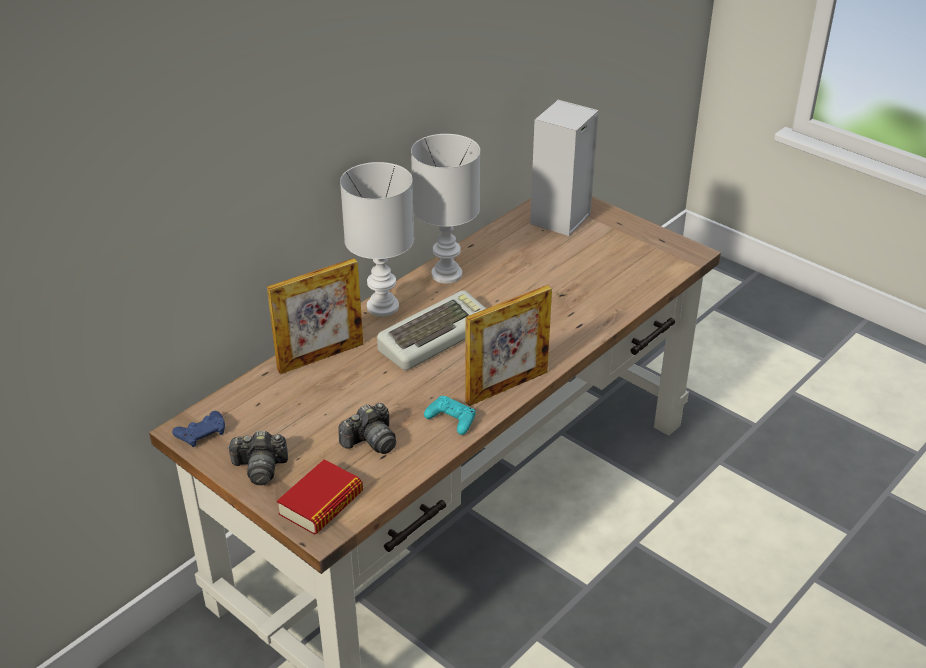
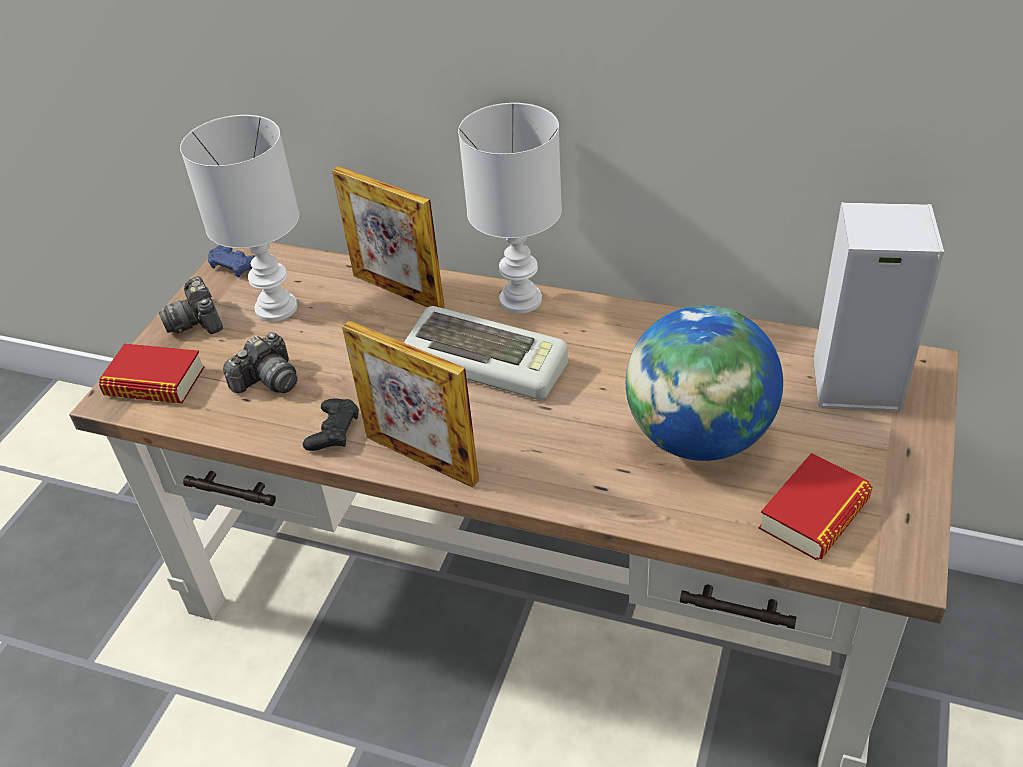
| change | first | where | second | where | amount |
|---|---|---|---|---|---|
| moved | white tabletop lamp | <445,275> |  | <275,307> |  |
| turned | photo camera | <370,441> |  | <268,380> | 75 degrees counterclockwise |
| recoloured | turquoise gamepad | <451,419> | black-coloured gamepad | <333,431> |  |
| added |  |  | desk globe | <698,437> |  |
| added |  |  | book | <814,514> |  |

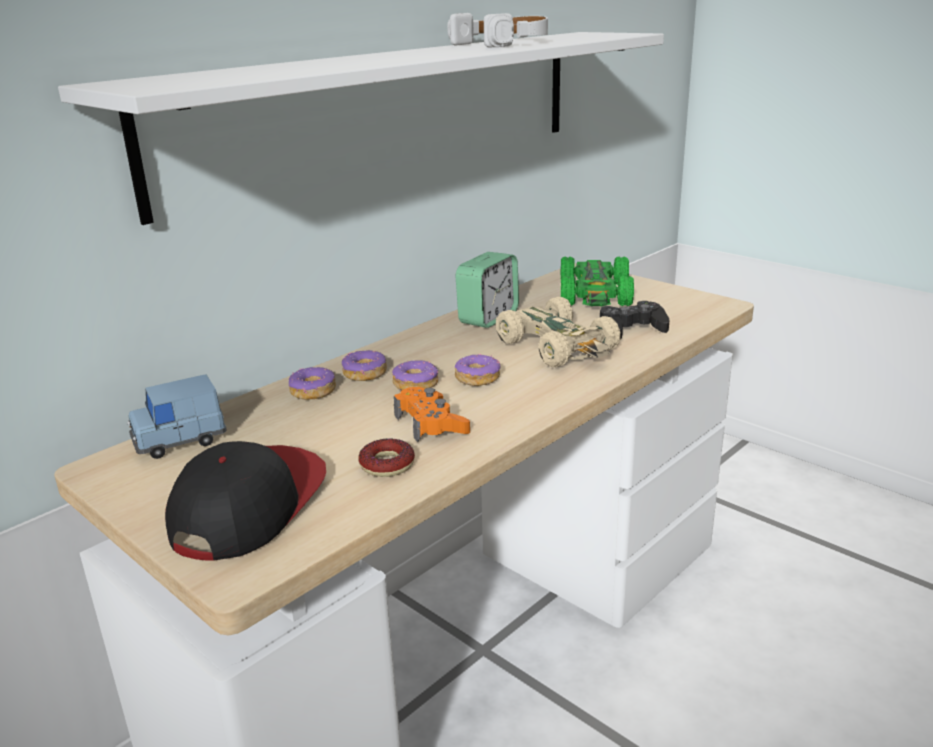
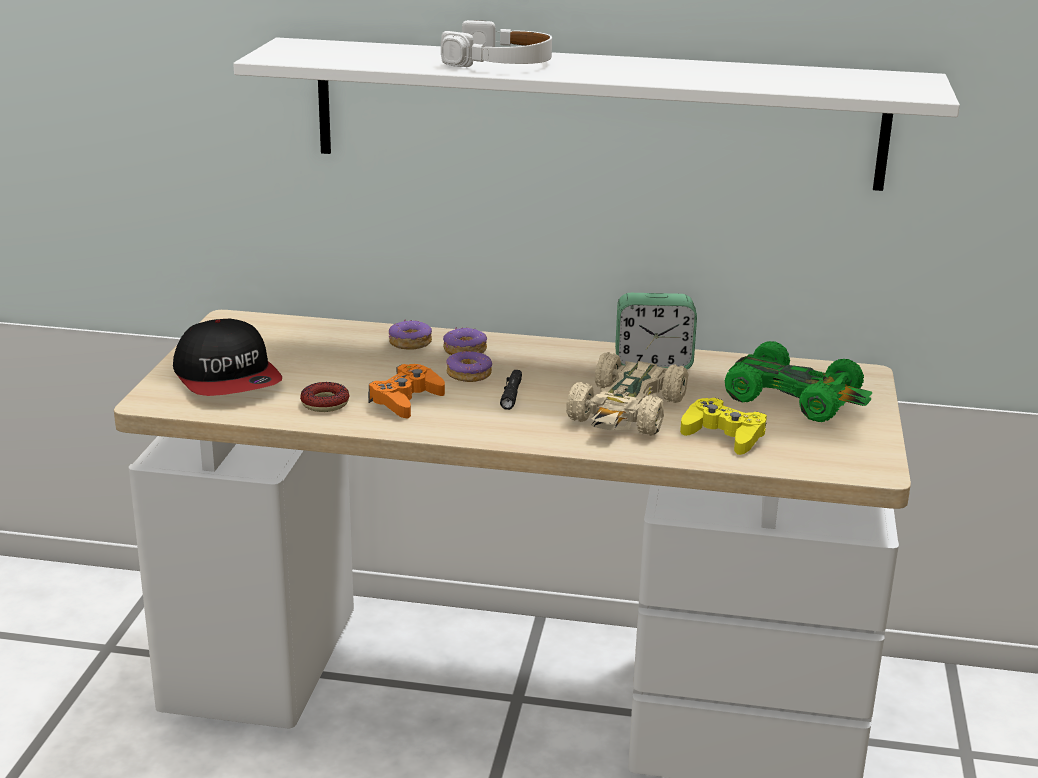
| change | first | where | second | where | amount |
|---|---|---|---|---|---|
| turned | peaked cap | <249,505> |  | <228,378> | 75 degrees clockwise |
| moved | white headphones | <503,43> |  | <500,62> |  |
| replaced | ring doughnut | <477,378> | black-coloured flashlight | <511,394> |  |
| recoloured | black-coloured gamepad | <631,328> | yellow gamepad | <724,435> |  |
| turned | green-coloured toy car | <595,295> |  | <795,397> | 120 degrees counterclockwise |
| removed | blue toy car | <180,440> |  |  |  |

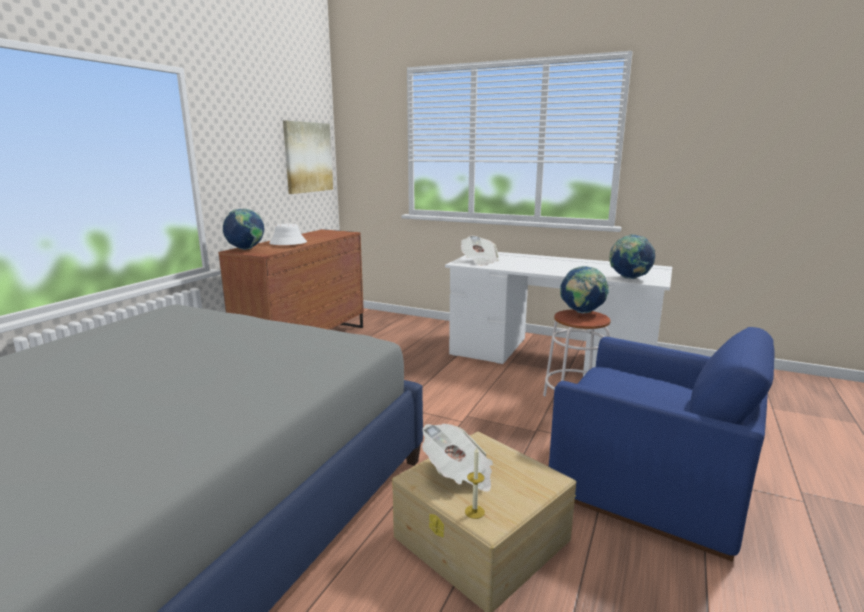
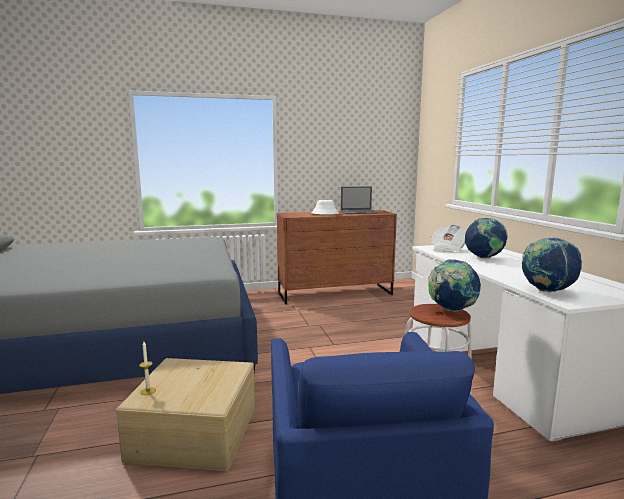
| change | first | where | second | where | amount |
|---|---|---|---|---|---|
| added |  |  | portable computer | <359,212> |  |
| moved | desk globe | <246,249> |  | <484,258> |  |
| removed | wall art | <308,157> |  |  |  |
| removed | newspaper | <459,474> |  |  |  |

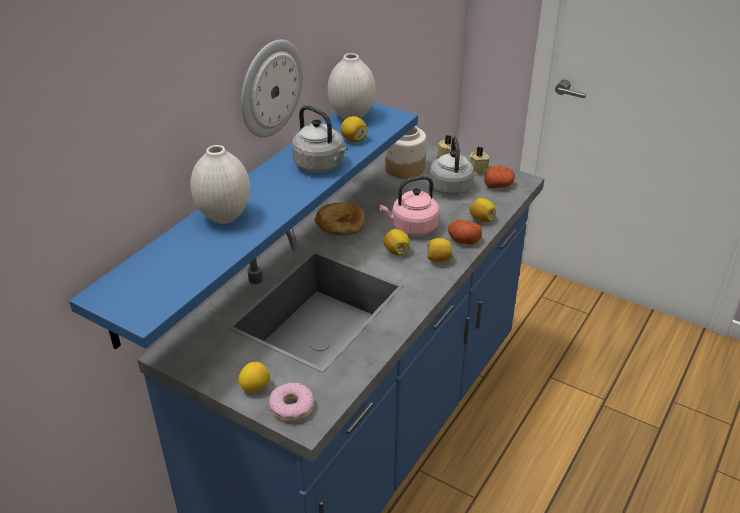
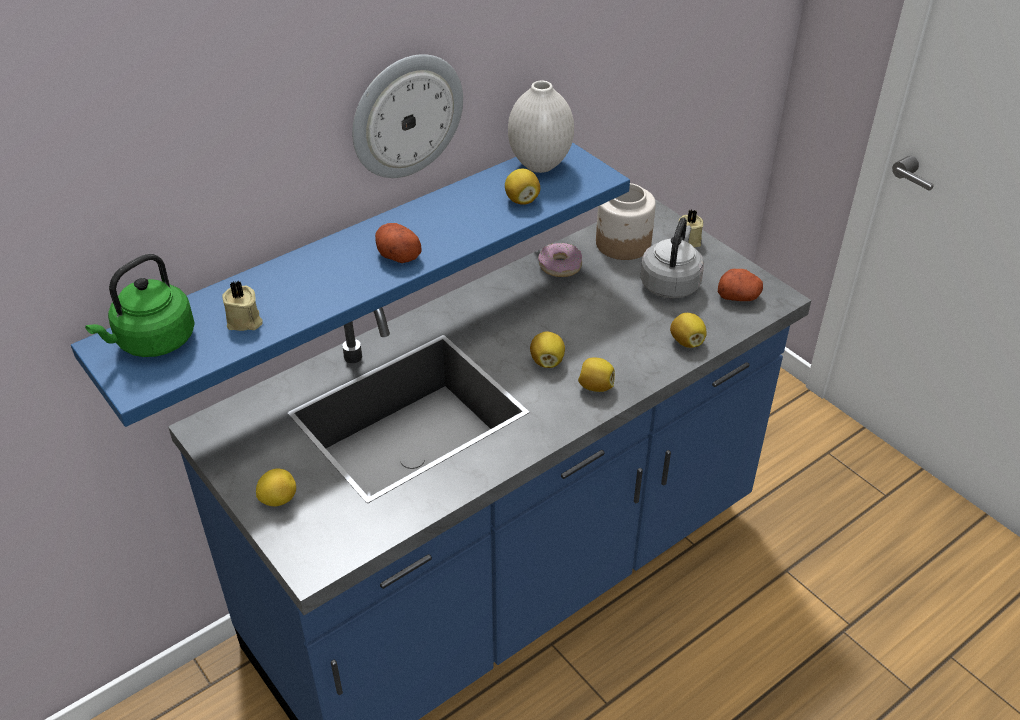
| change | first | where | second | where | amount |
|---|---|---|---|---|---|
| added |  |  | green-coloured water kettle | <153,342> |  |
| moved | beige-coloured wax light | <479,171> |  | <244,321> |  |
| moved | potato | <463,240> |  | <397,254> |  |
| moved | ring doughnut | <292,407> |  | <560,266> |  |
| removed | white flower vase | <225,217> |  |  |  |
| removed | greyish water kettle | <321,165> |  |  |  |
| removed | baked bread | <340,222> |  |  |  |
| removed | pink-coloured water kettle | <412,228> |  |  |  |

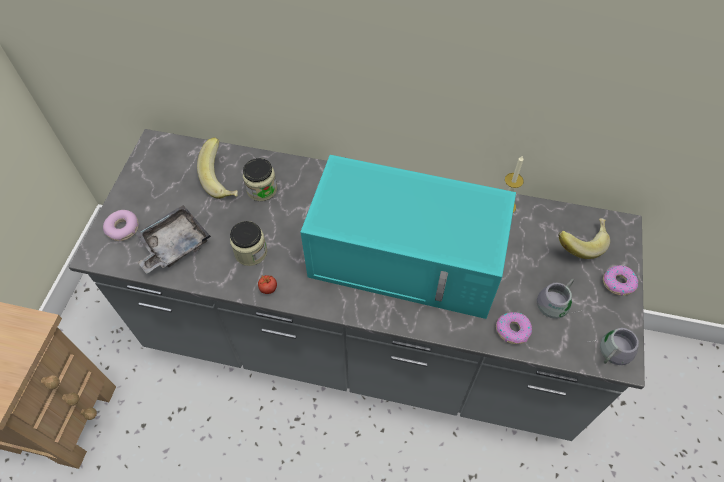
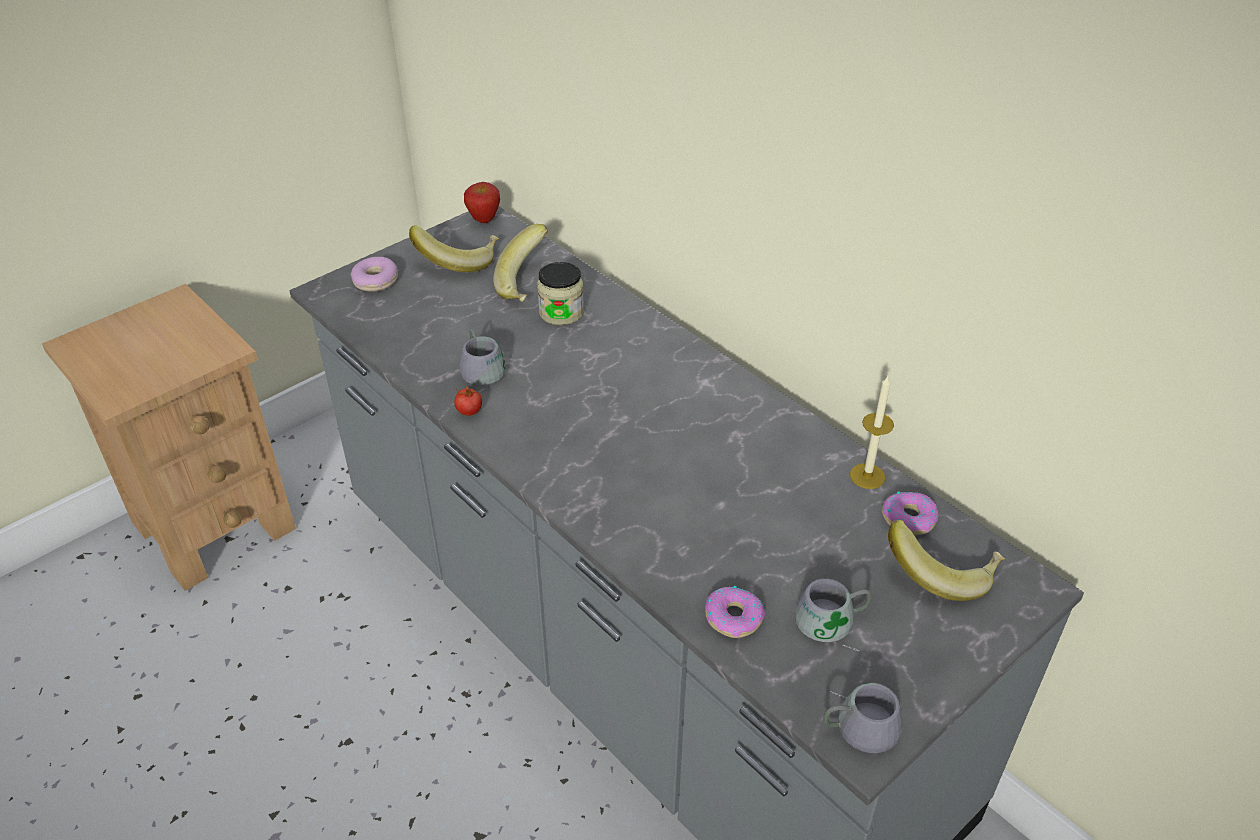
| change | first | where | second | where | amount |
|---|---|---|---|---|---|
| added |  |  | banana | <459,261> |  |
| replaced | jar | <251,252> | greyish coffee mug | <486,367> |  |
| added |  |  | apple fruit | <484,220> |  |
| moved | ring doughnut | <618,282> |  | <908,518> |  |
| removed | greyish tray | <174,245> |  |  |  |
| removed | turquoise microwave | <408,258> |  |  |  |

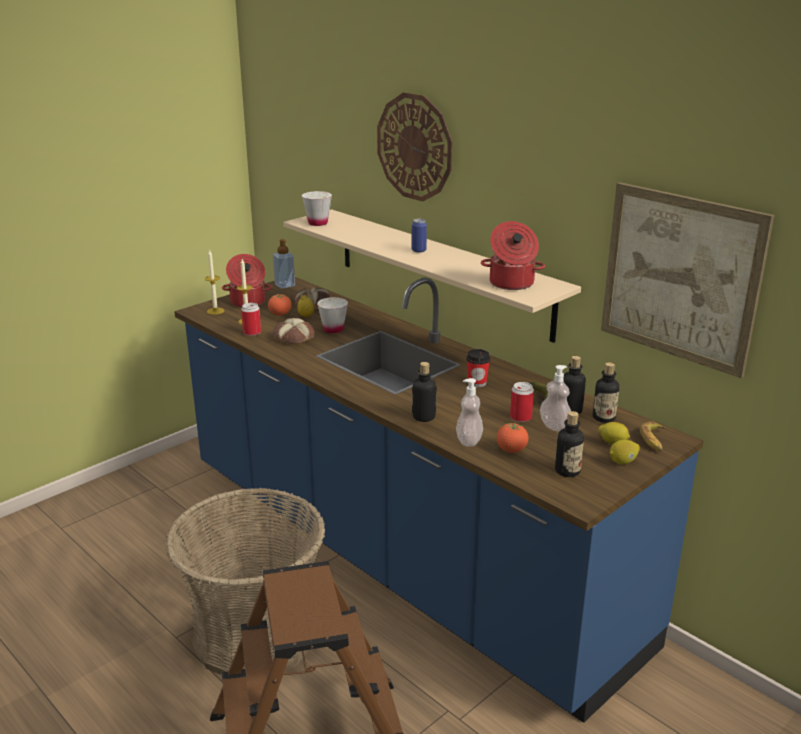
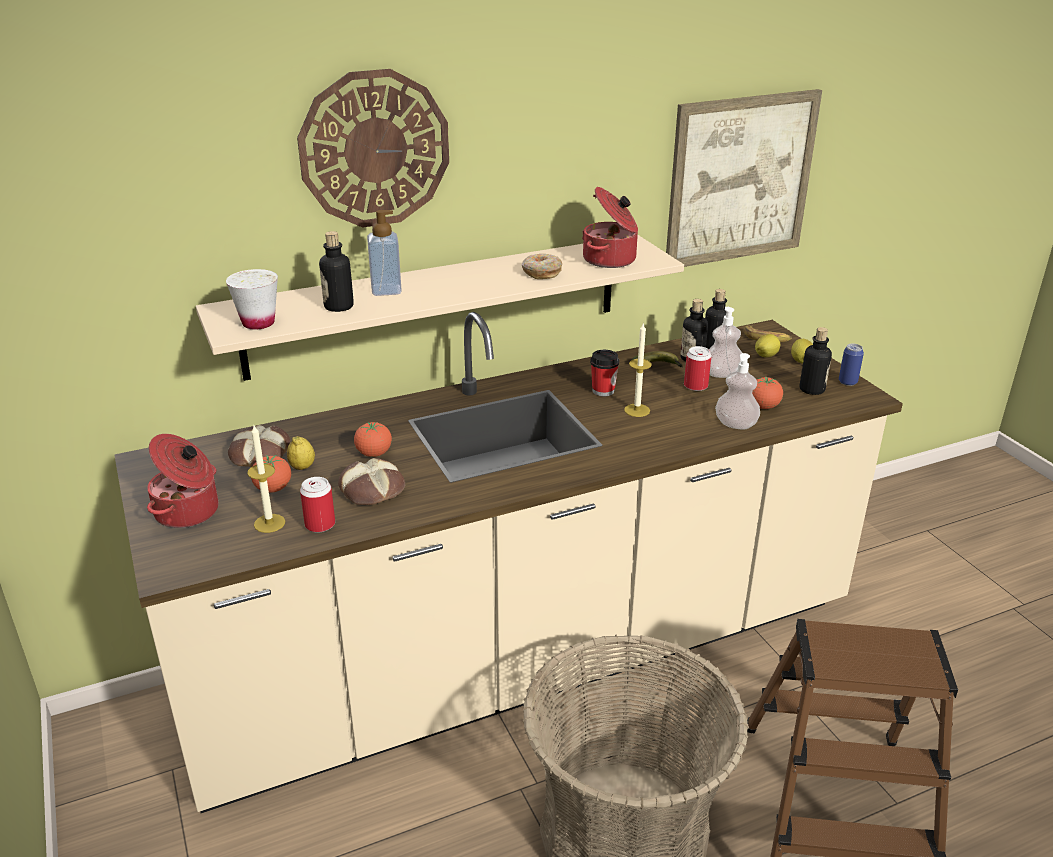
| change | first | where | second | where | amount |
|---|---|---|---|---|---|
| recoloured | blue kitchen base unit | <400,553> | beige-coloured kitchen base unit | <525,657> |  |
| moved | drink bottle | <424,417> |  | <339,306> |  |
| replaced | white cup | <333,330> | tomato | <374,454> |  |
| moved | soap dispenser | <285,285> |  | <386,290> |  |
| added |  |  | ring doughnut | <541,273> |  |
| moved | wax light | <215,311> |  | <637,410> |  |
| moved | metal can | <419,250> |  | <847,382> |  |

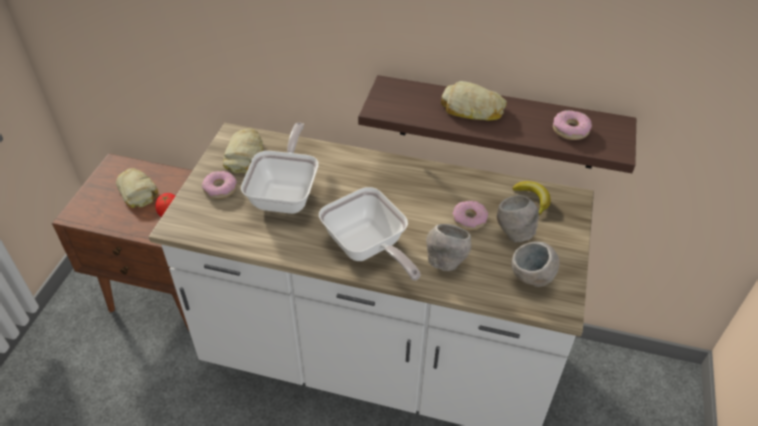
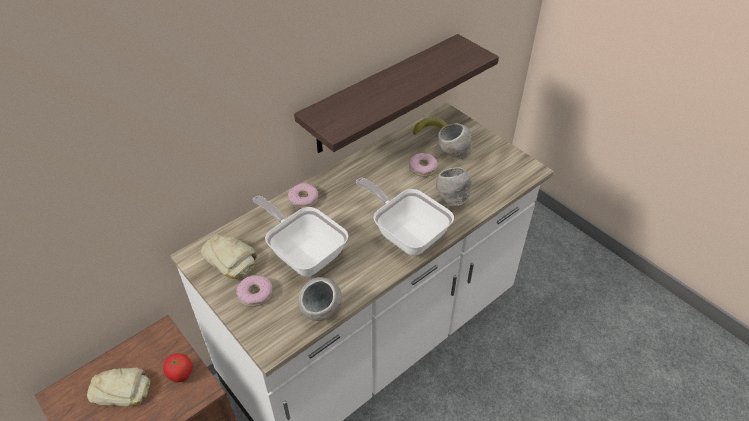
| change | first | where | second | where | amount |
|---|---|---|---|---|---|
| moved | ring doughnut | <570,130> |  | <303,199> |  |
| moved | greyish bowl | <531,280> |  | <322,313> |  |
| turned | skillet | <368,249> |  | <406,233> | 135 degrees counterclockwise |
| removed | baked bread | <472,109> |  |  |  |

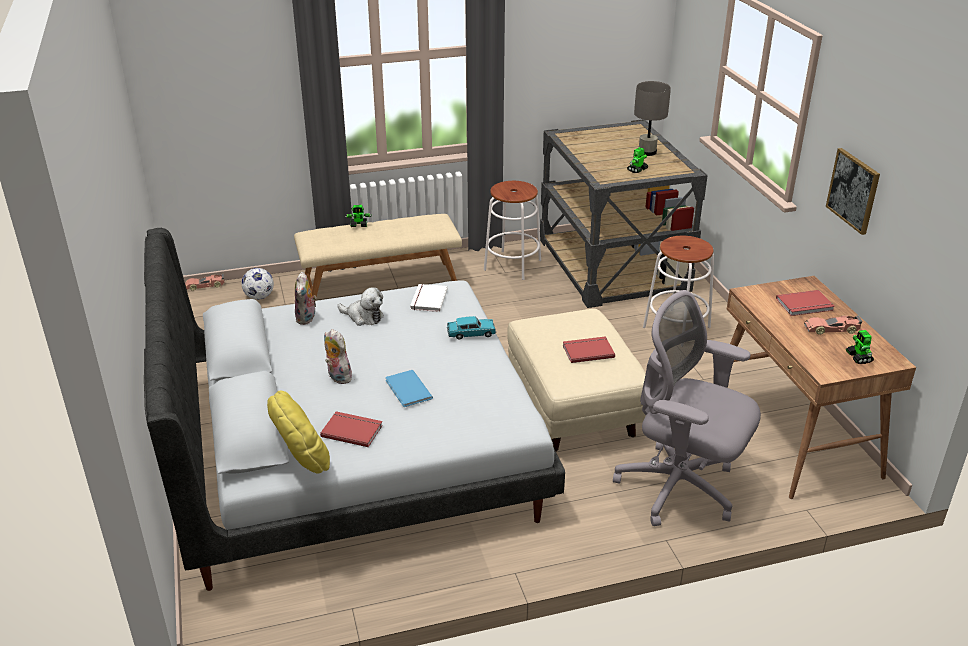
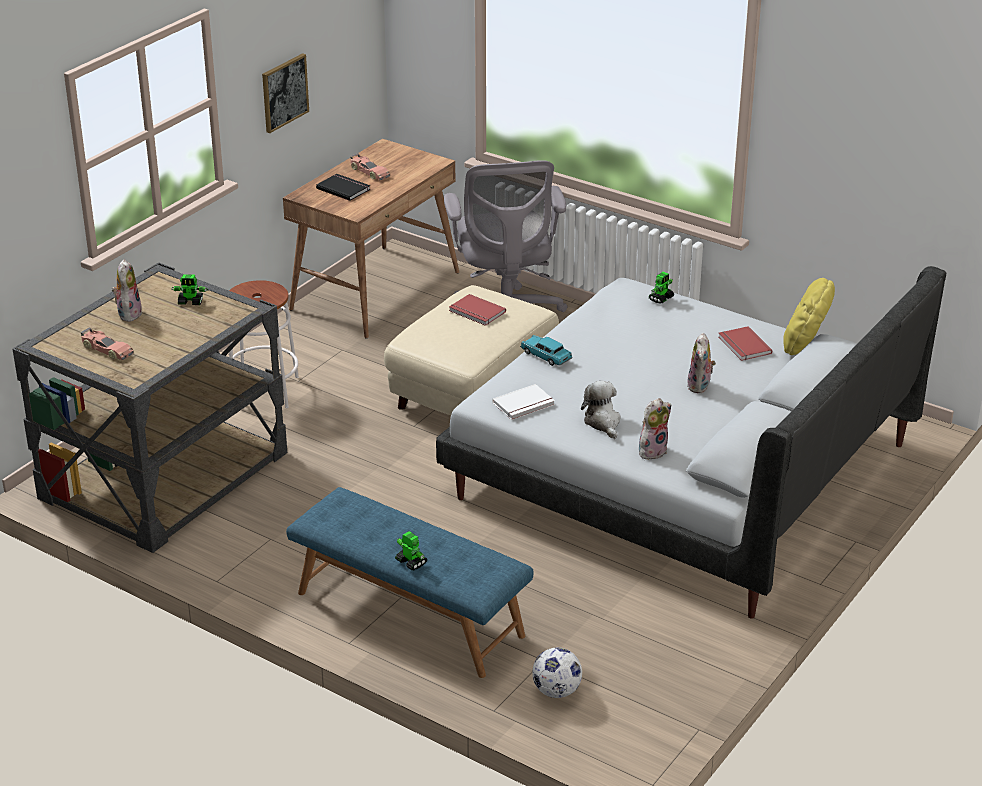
| change | first | where | second | where | amount |
|---|---|---|---|---|---|
| moved | toy car | <205,286> |  | <107,350> |  |
| replaced | greyish tabletop lamp | <646,152> | cuddly toy | <128,313> |  |
| recoloured | beige-coloured indoor bench | <380,284> | blue indoor bench | <408,614> |  |
| recoloured | red-coloured book | <805,305> | black-coloured book | <344,188> |  |
| moved | model robot | <859,358> |  | <661,298> |  |
| removed | blue book | <407,390> |  |  |  |
| removed | white stool | <512,265> |  |  |  |

